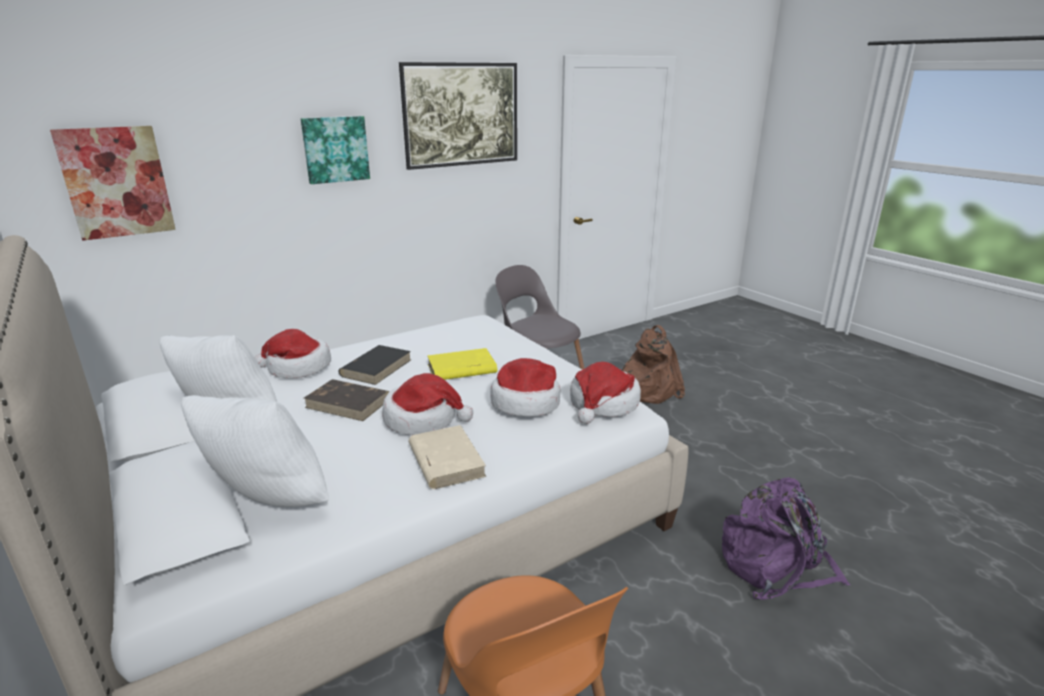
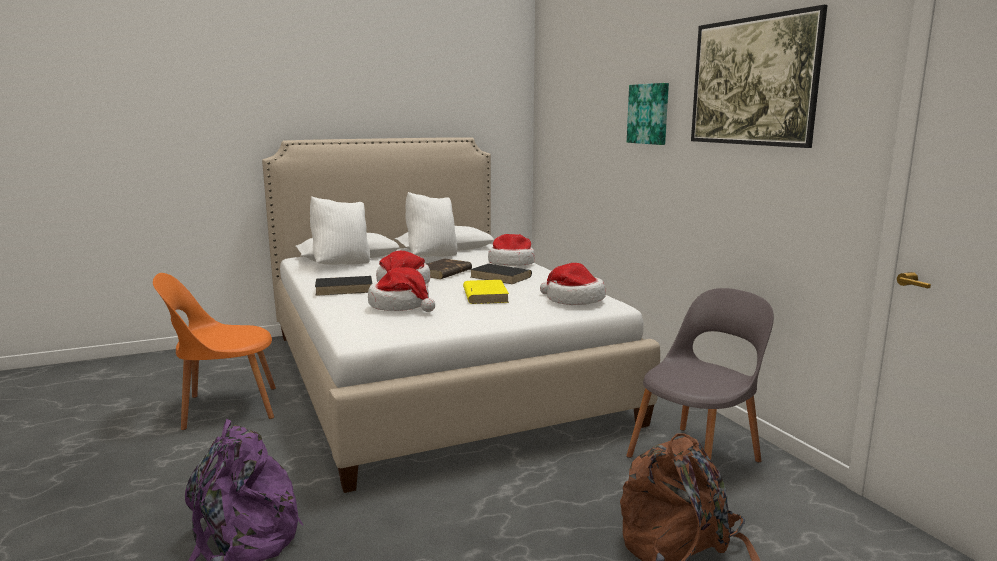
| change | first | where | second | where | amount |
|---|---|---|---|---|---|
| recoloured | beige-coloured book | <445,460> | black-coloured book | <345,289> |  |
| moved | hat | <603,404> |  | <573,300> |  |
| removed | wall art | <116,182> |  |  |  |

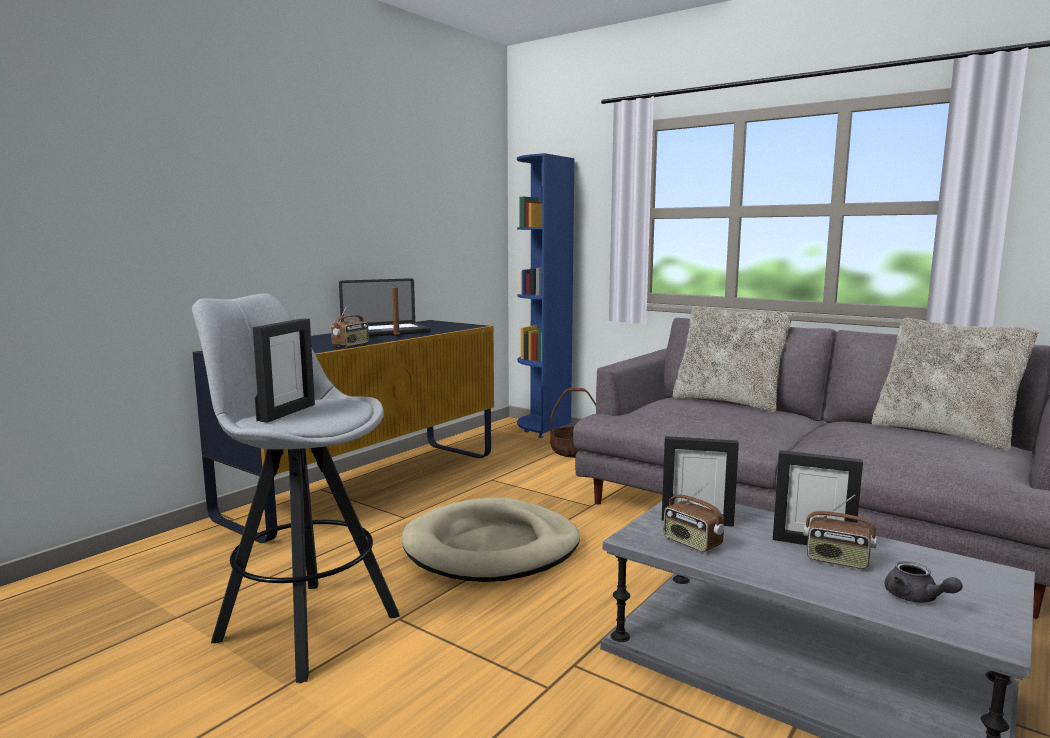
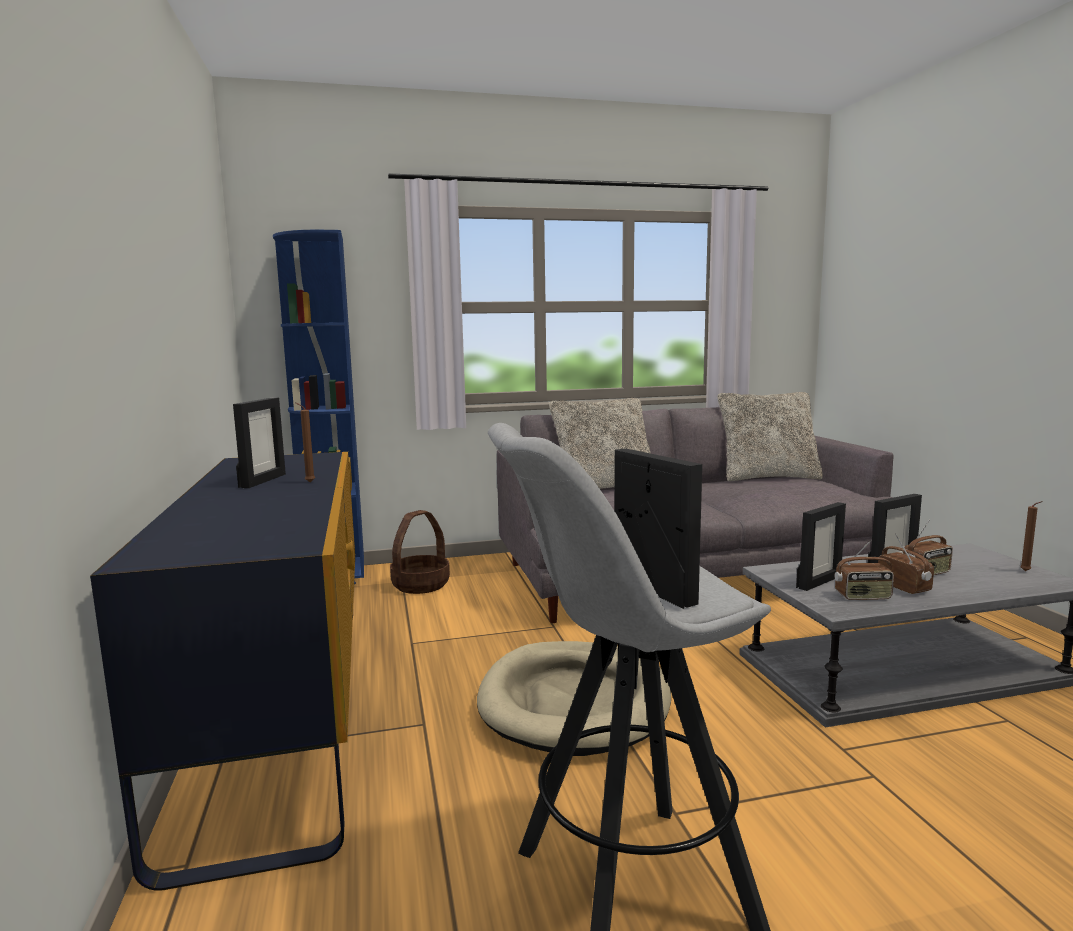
| change | first | where | second | where | amount |
|---|---|---|---|---|---|
| replaced | portable computer | <386,332> | photo frame | <263,480> |  |
| moved | radio set | <351,345> |  | <904,587> |  |
| added |  |  | brownish wax light | <1027,571> |  |
| removed | greyish pot for tea | <916,598> |  |  |  |

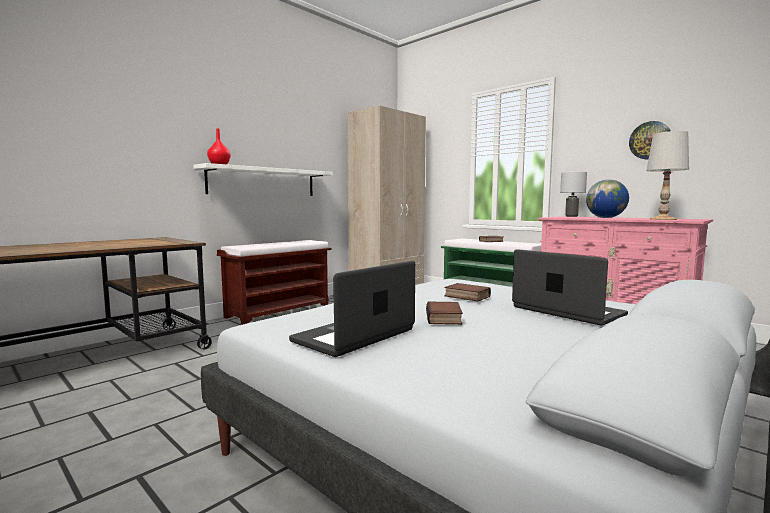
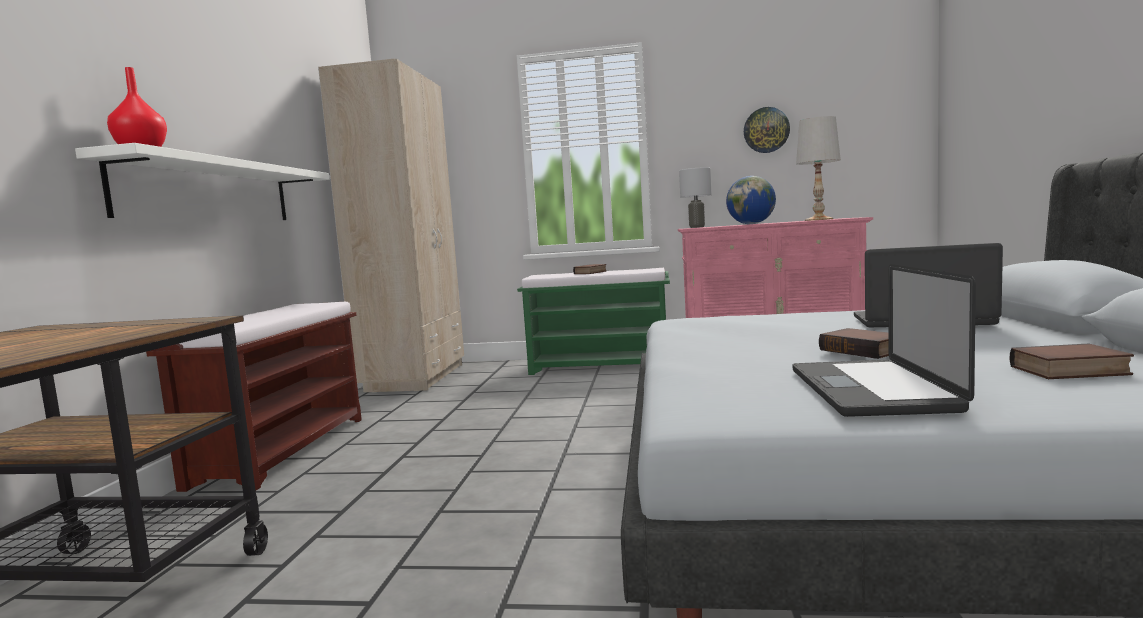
| change | first | where | second | where | amount |
|---|---|---|---|---|---|
| moved | book | <466,296> |  | <1069,371> |  |

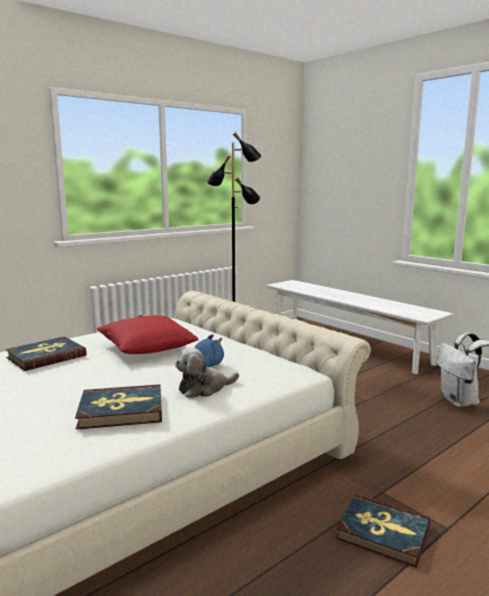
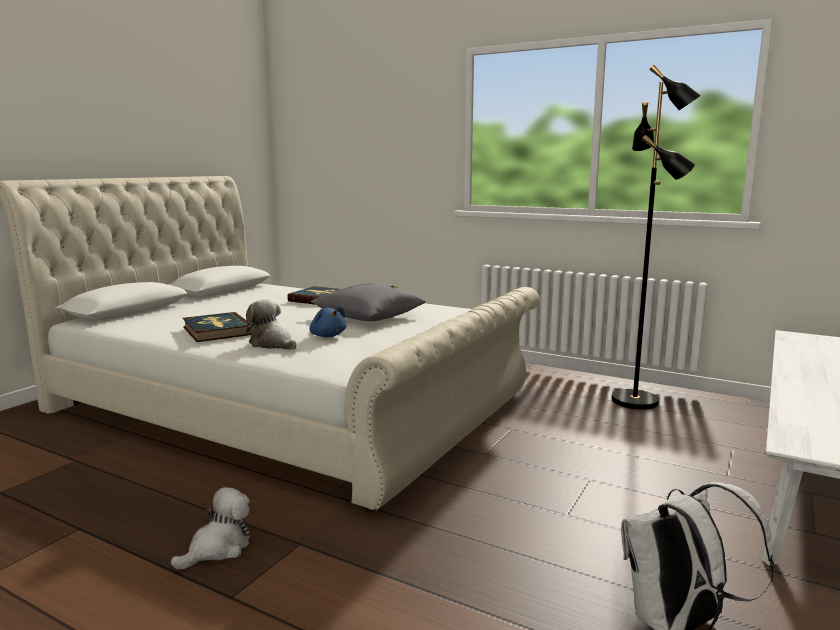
| change | first | where | second | where | amount |
|---|---|---|---|---|---|
| replaced | book | <383,532> | cuddly toy | <218,548> |  |
| recoloured | red-coloured cushion | <147,348> | greyish cushion | <369,317> |  |

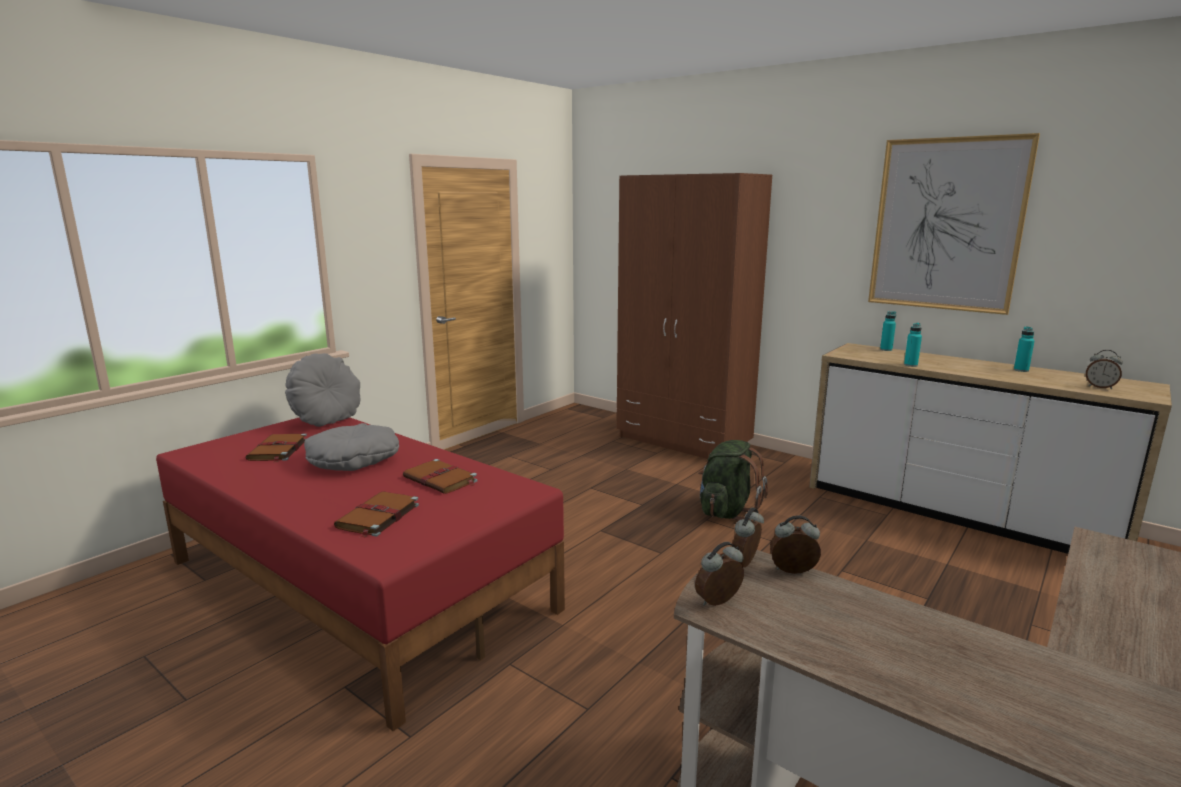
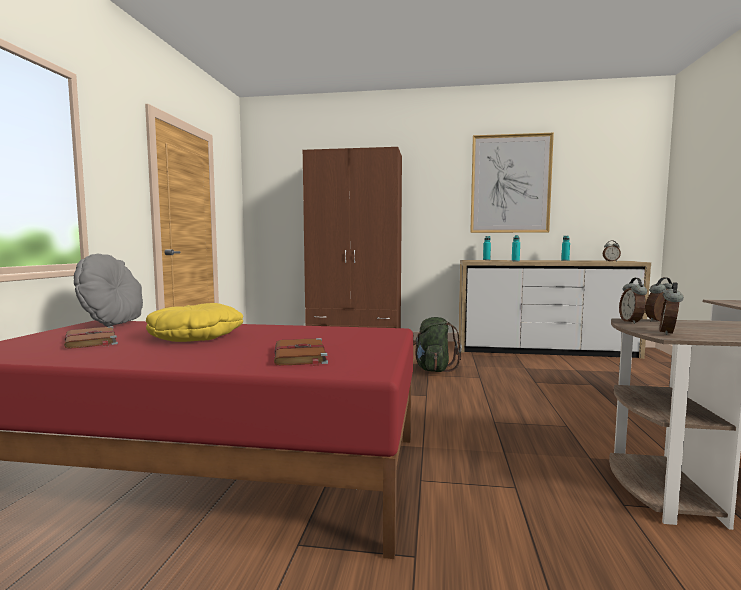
| change | first | where | second | where | amount |
|---|---|---|---|---|---|
| recoloured | greyish cushion | <353,460> | yellow cushion | <194,336> |  |
| removed | brownish book | <441,480> |  |  |  |

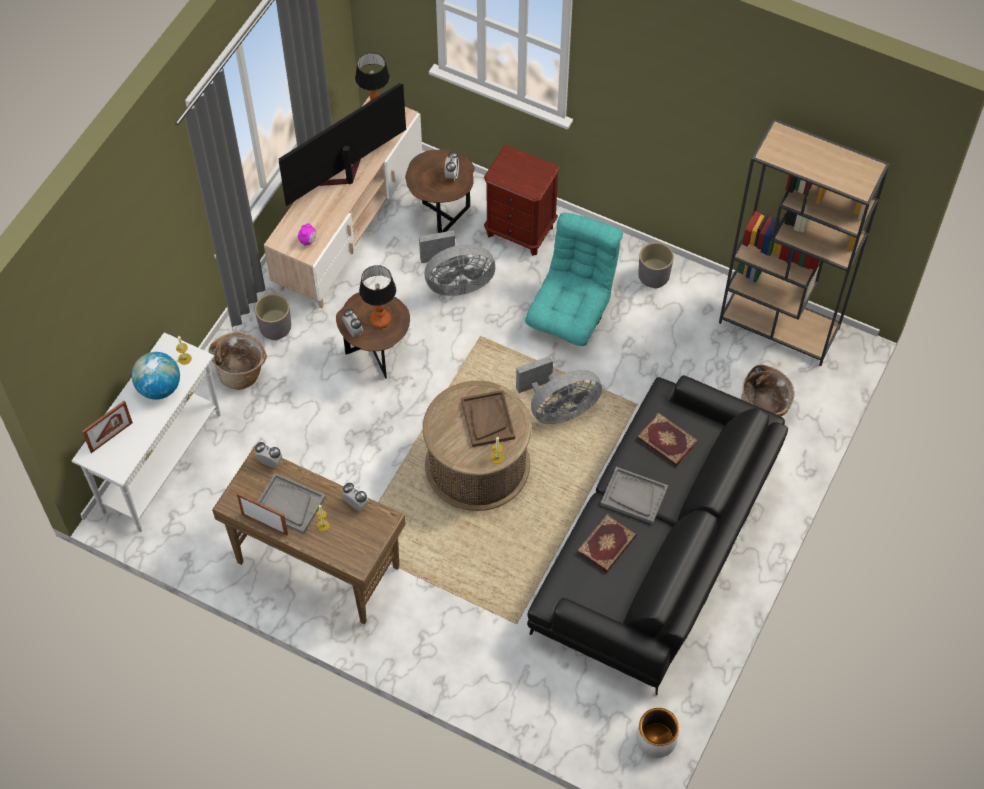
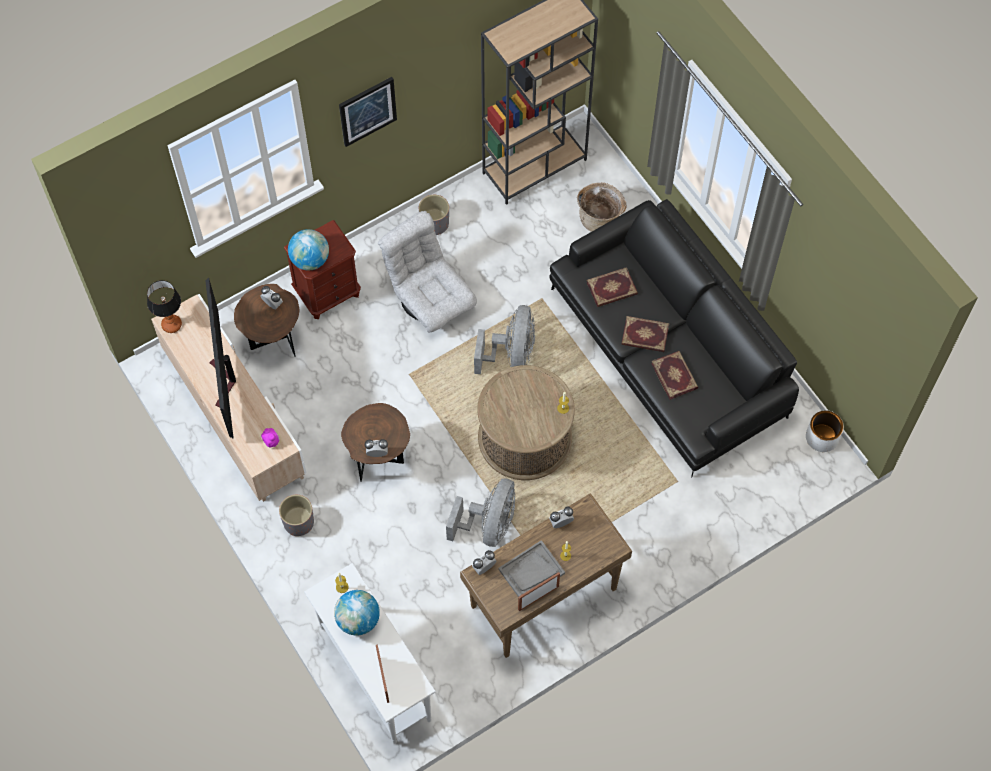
| change | first | where | second | where | amount |
|---|---|---|---|---|---|
| added |  |  | desk globe | <310,260> |  |
| added |  |  | wall art | <367,111> |  |
| recoloured | turquoise easy chair | <572,312> | greyish easy chair | <430,297> |  |
| moved | greyish electric fan | <455,283> |  | <489,525> |  |
| replaced | greyish tray | <633,496> | book | <644,336> |  |
| removed | storage basket | <242,372> |  |  |  |
| removed | tabletop lamp | <380,320> |  |  |  |
| removed | brownish tray | <487,419> |  |  |  |

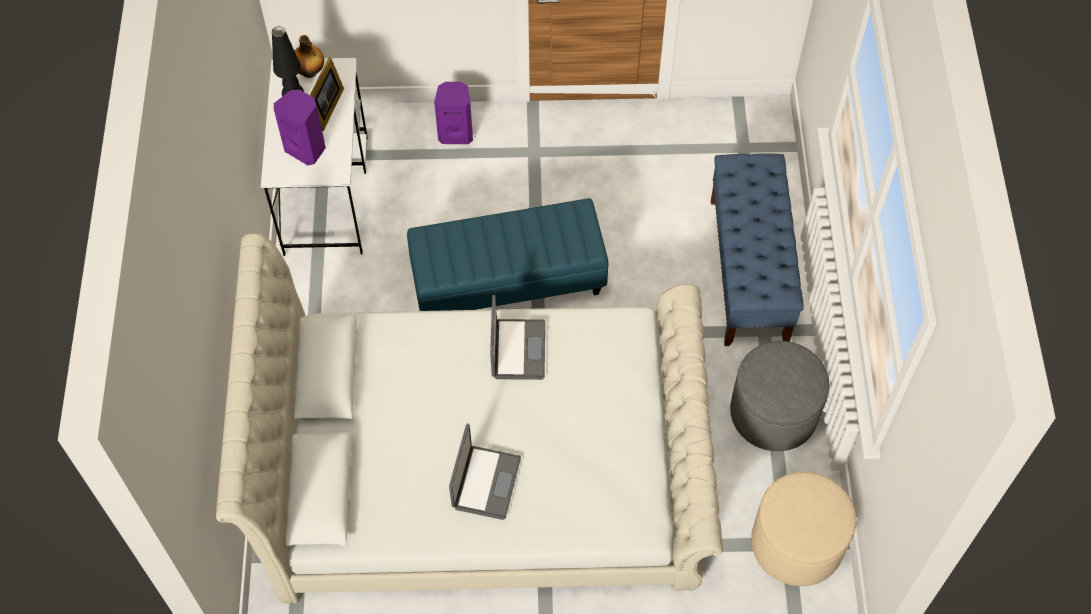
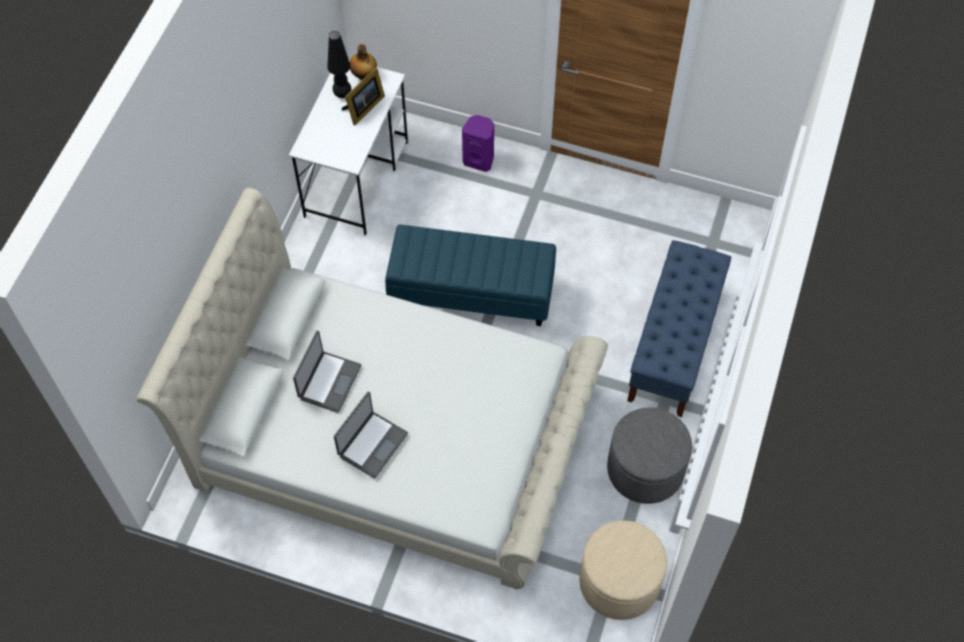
| change | first | where | second | where | amount |
|---|---|---|---|---|---|
| moved | portable computer | <517,350> |  | <329,381> |  |
| removed | purple-coloured loudspeaker | <306,148> |  |  |  |

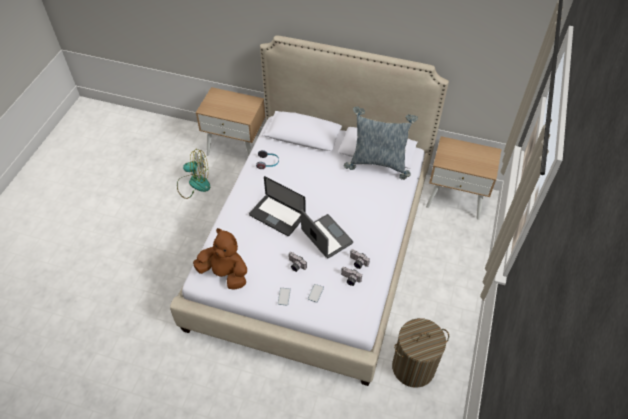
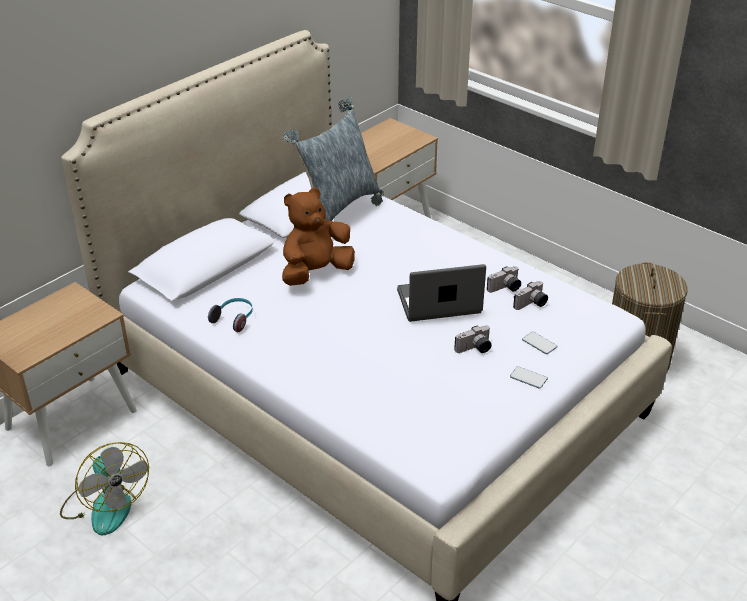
| change | first | where | second | where | amount |
|---|---|---|---|---|---|
| turned | electric fan | <194,183> |  | <105,505> | 120 degrees clockwise |
| moved | brownish cuddly toy | <225,273> |  | <315,273> |  |
| removed | portable computer | <277,216> |  |  |  |

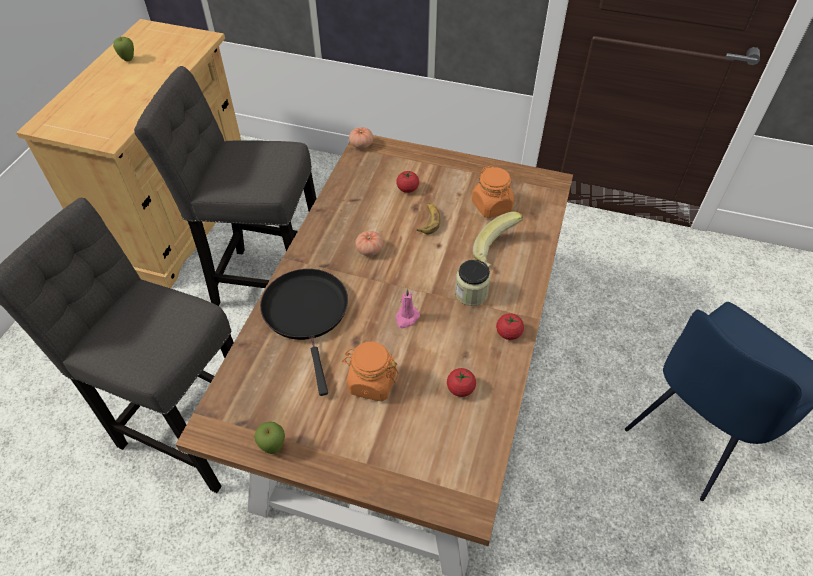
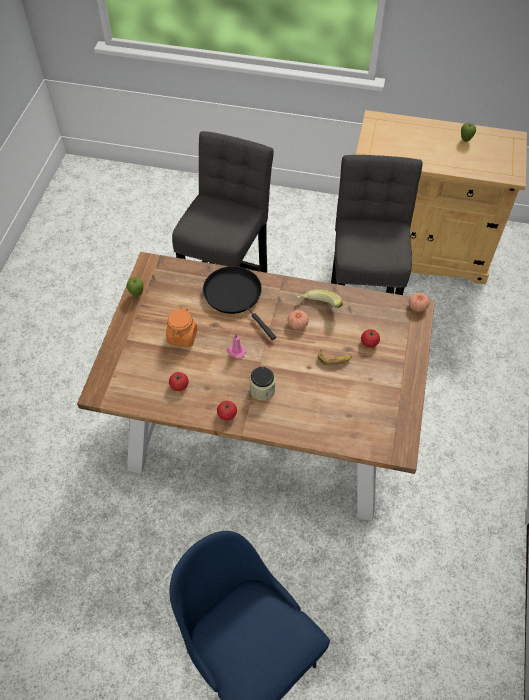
| change | first | where | second | where | amount |
|---|---|---|---|---|---|
| turned | black-coloured skillet | <307,313> |  | <235,296> | 105 degrees counterclockwise |
| moved | banana | <497,252> |  | <318,307> |  |
| removed | orange jar | <492,206> |  |  |  |

